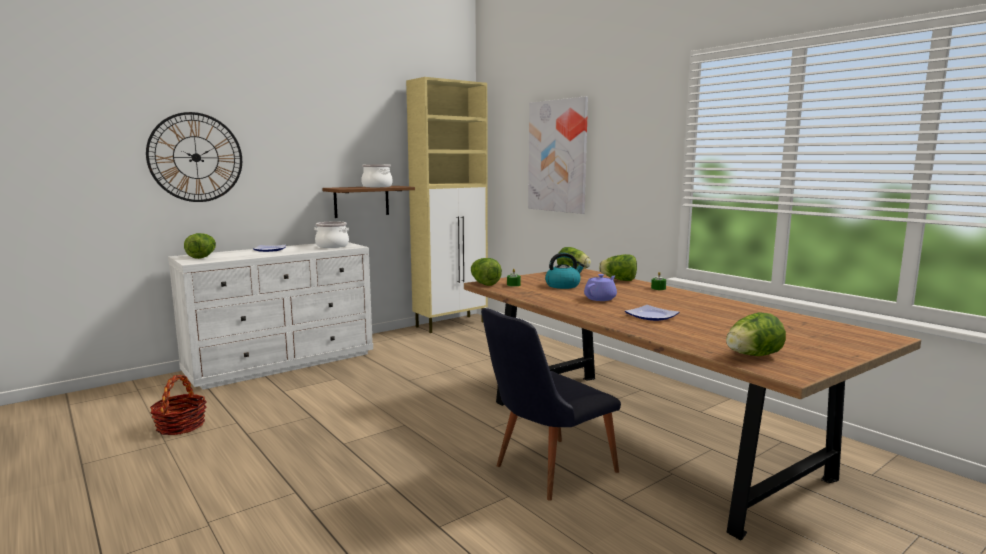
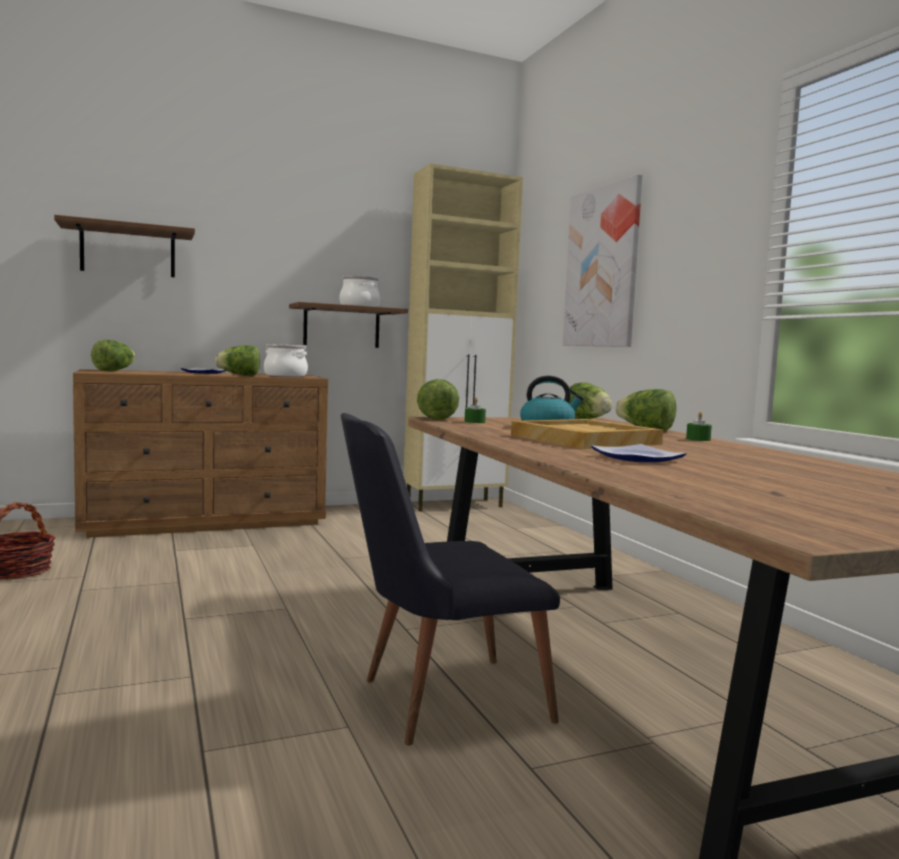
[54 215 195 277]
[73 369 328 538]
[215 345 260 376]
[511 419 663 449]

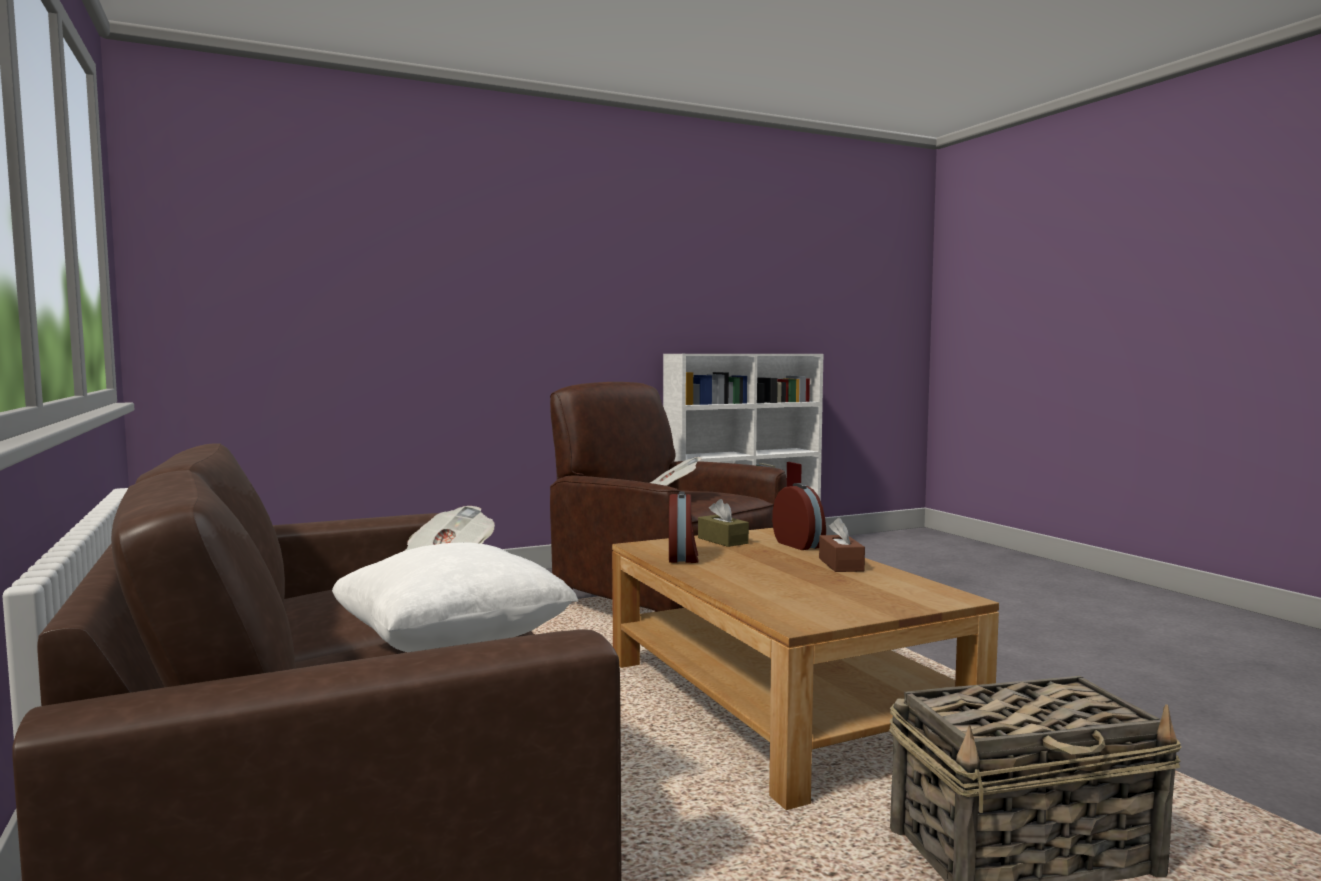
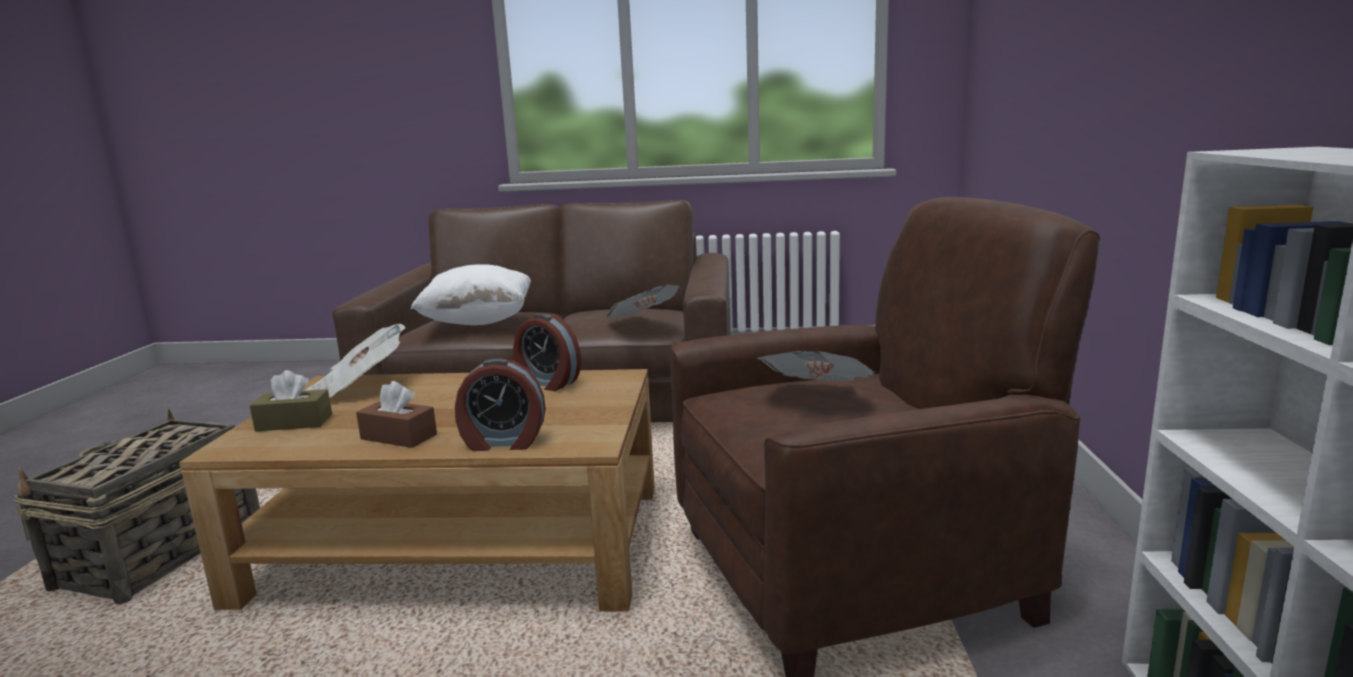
[250 370 332 432]
[306 324 406 398]

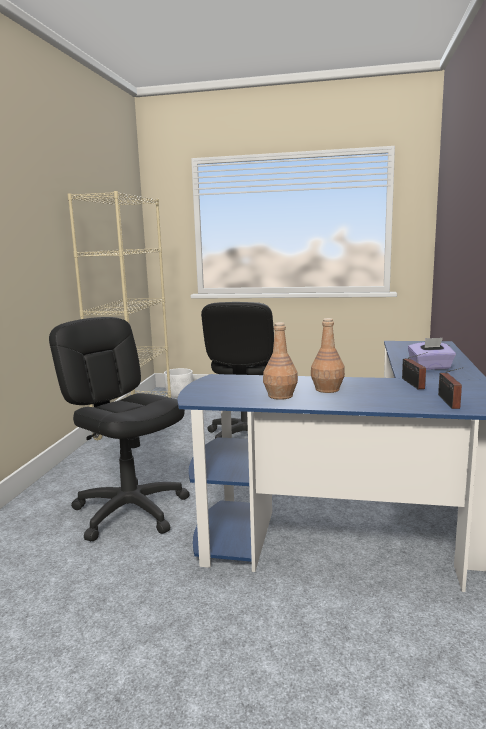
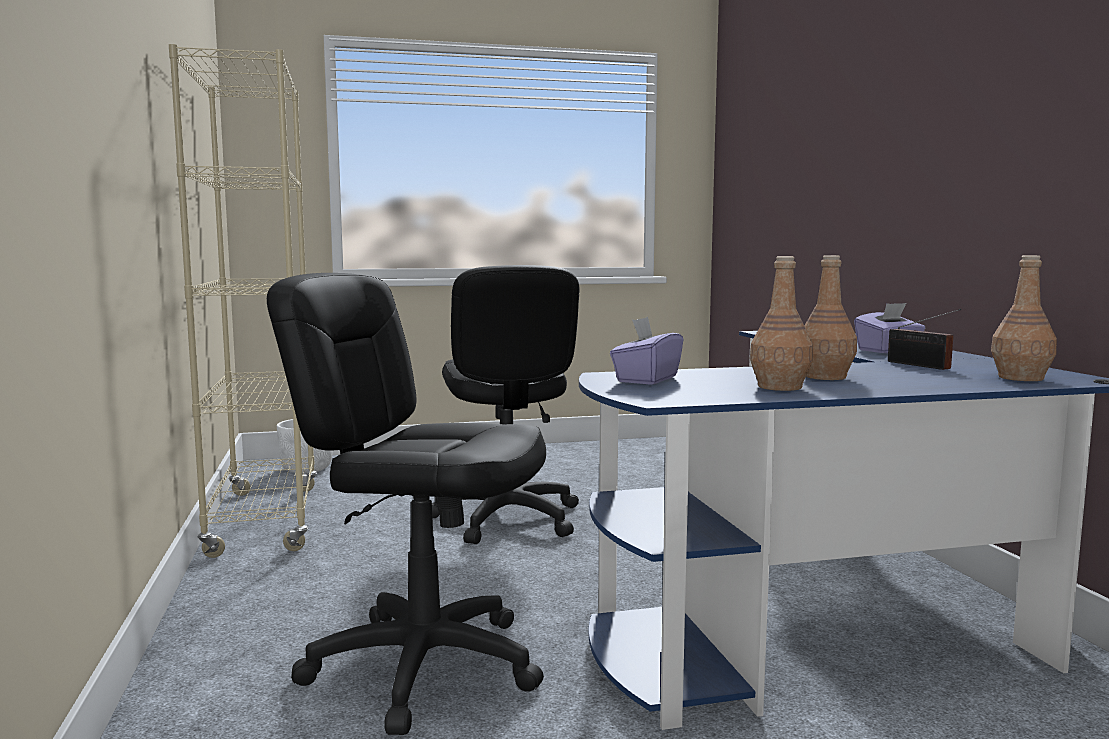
[610 317 684 385]
[991 255 1057 381]

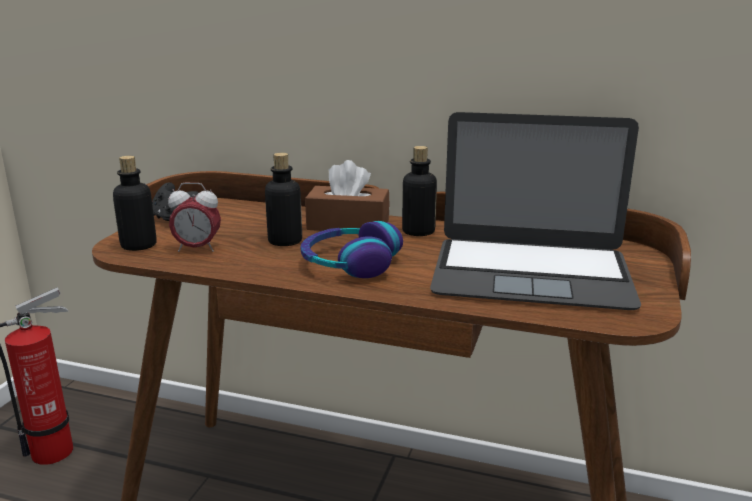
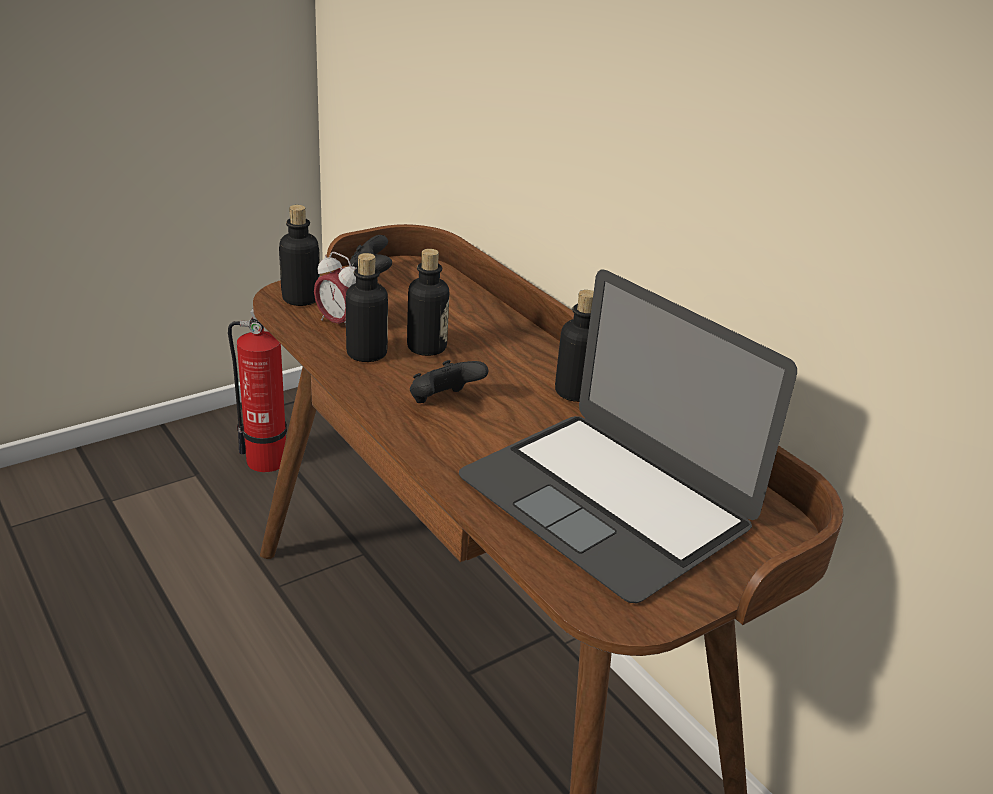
[346 253 388 362]
[410 360 488 403]
[305 160 390 231] (first image)

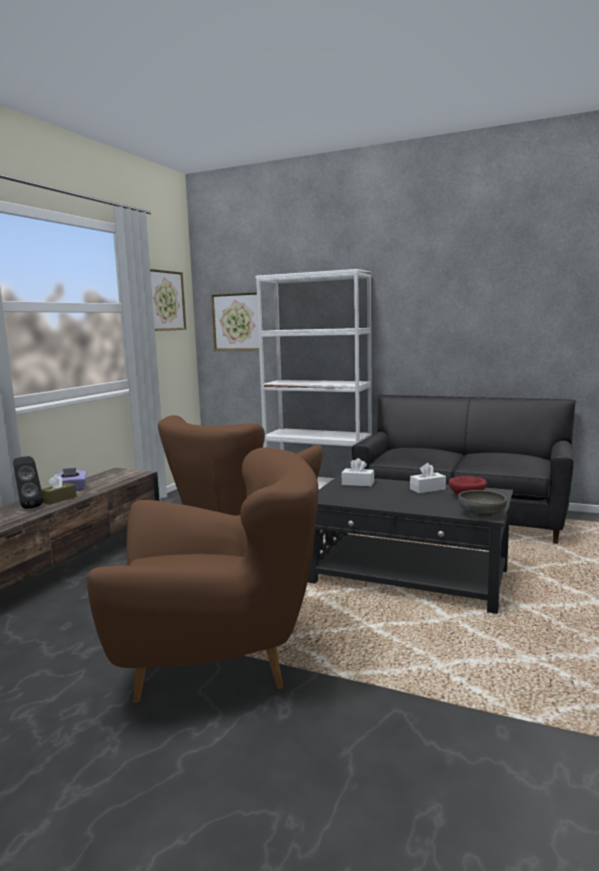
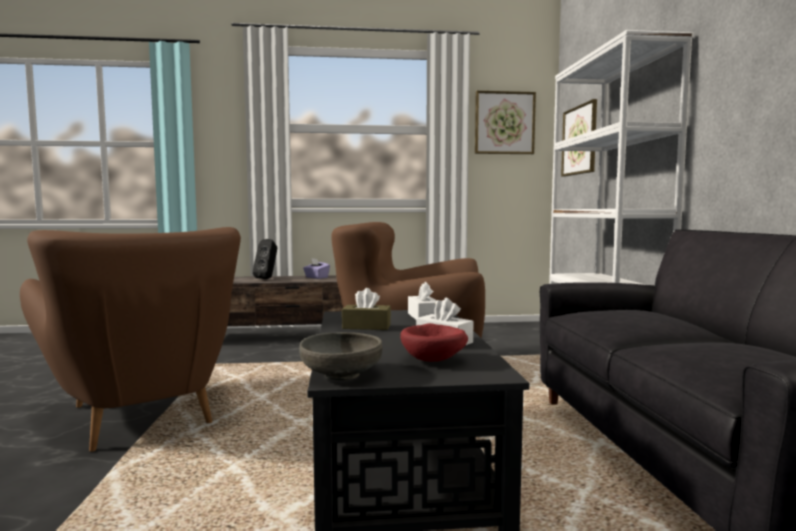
[342 288 391 330]

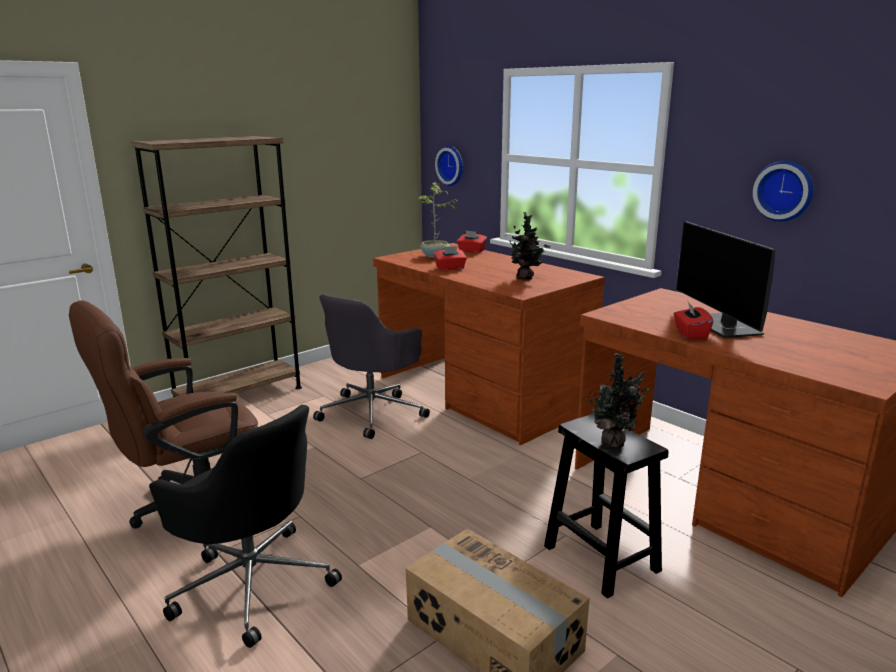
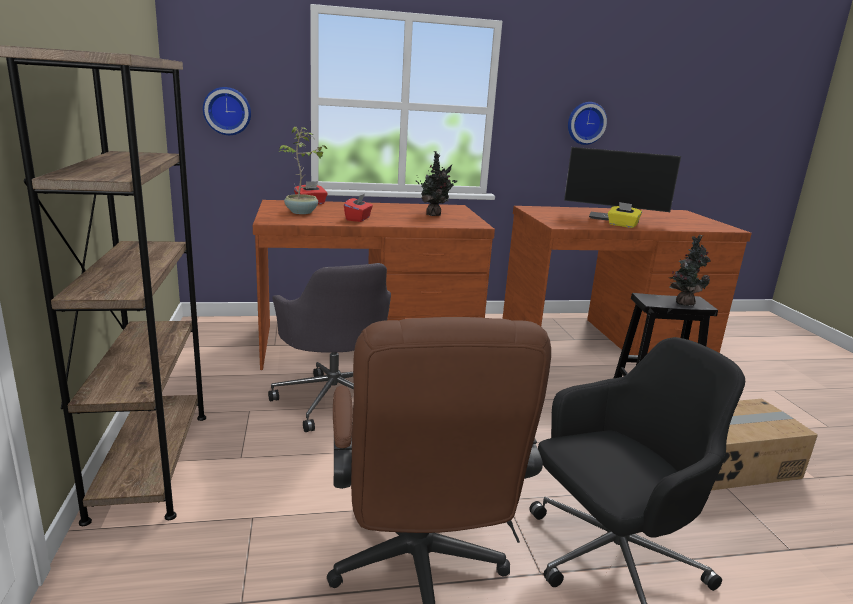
[608 202 642 228]

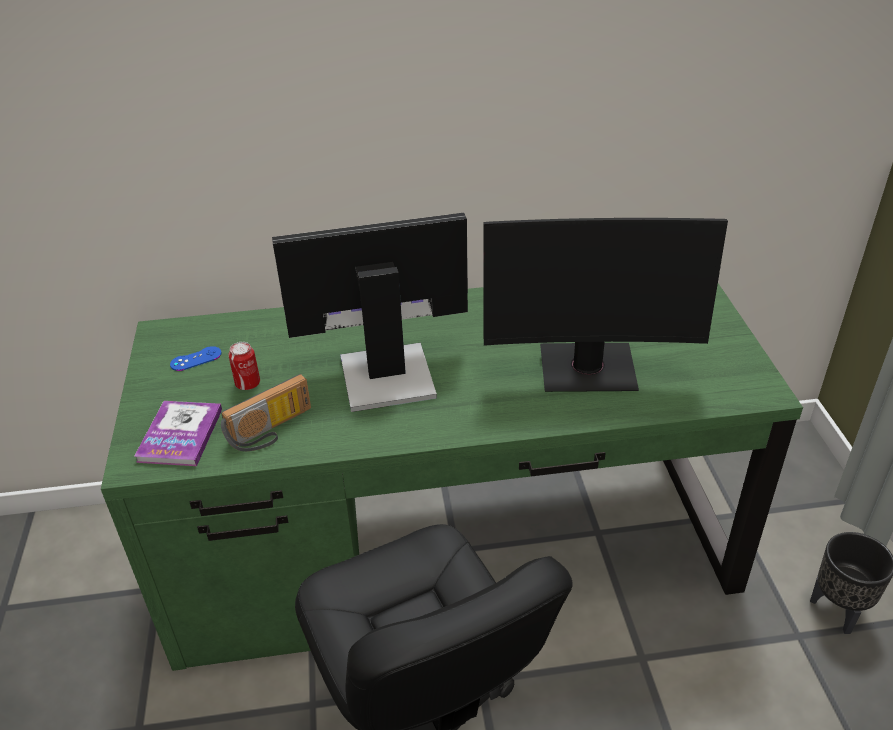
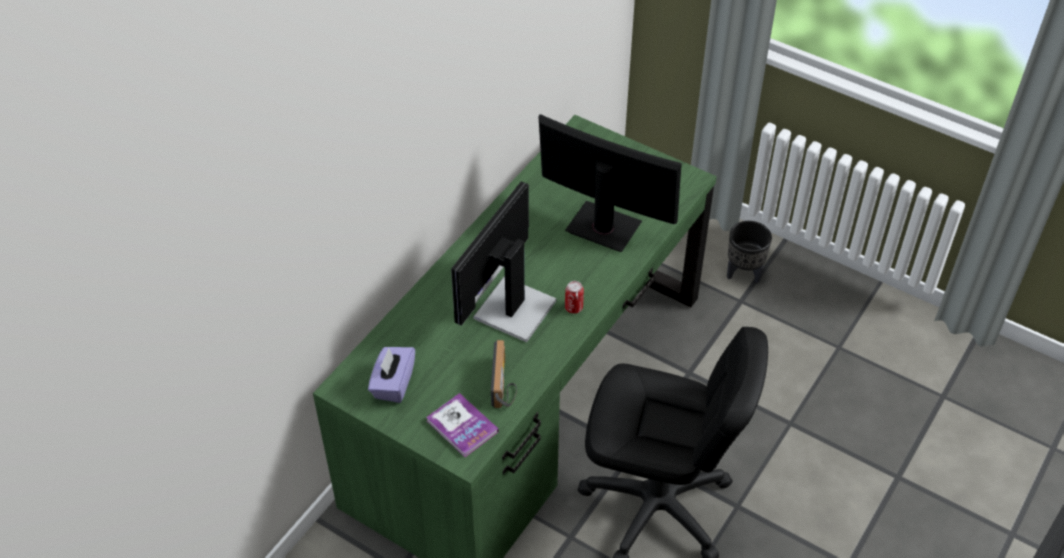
[368 347 415 403]
[538 114 682 252]
[565 281 584 314]

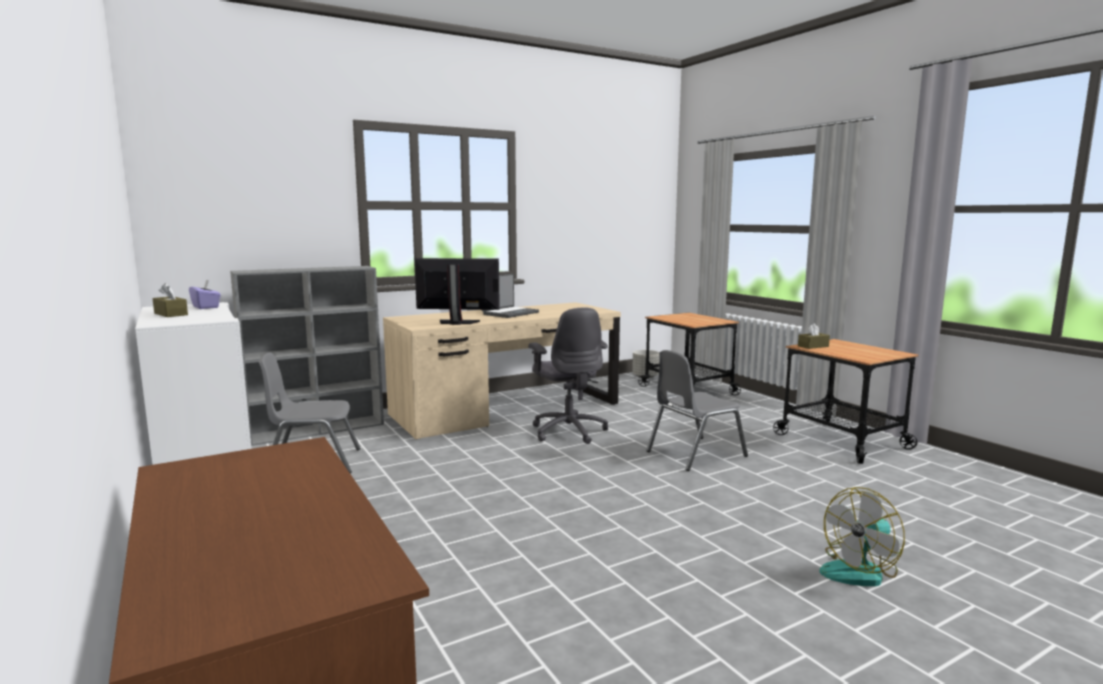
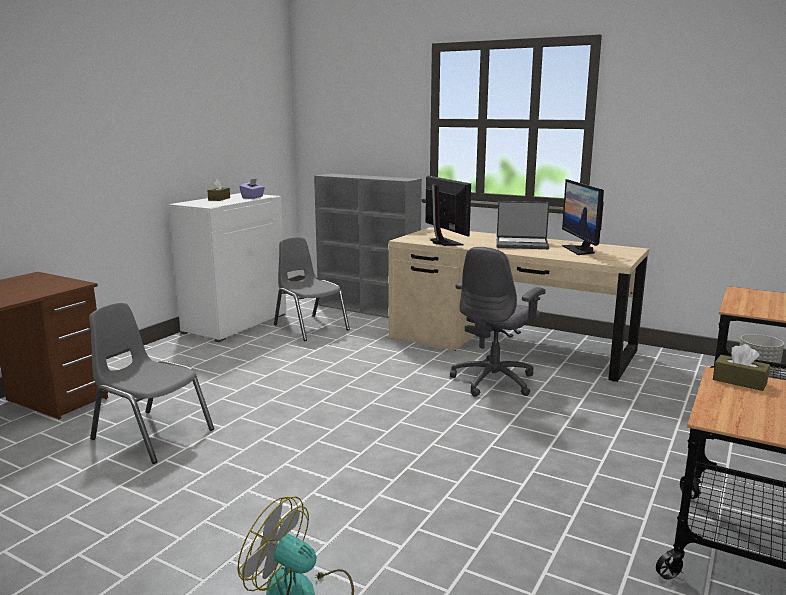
[89 303 214 464]
[562 179 604 255]

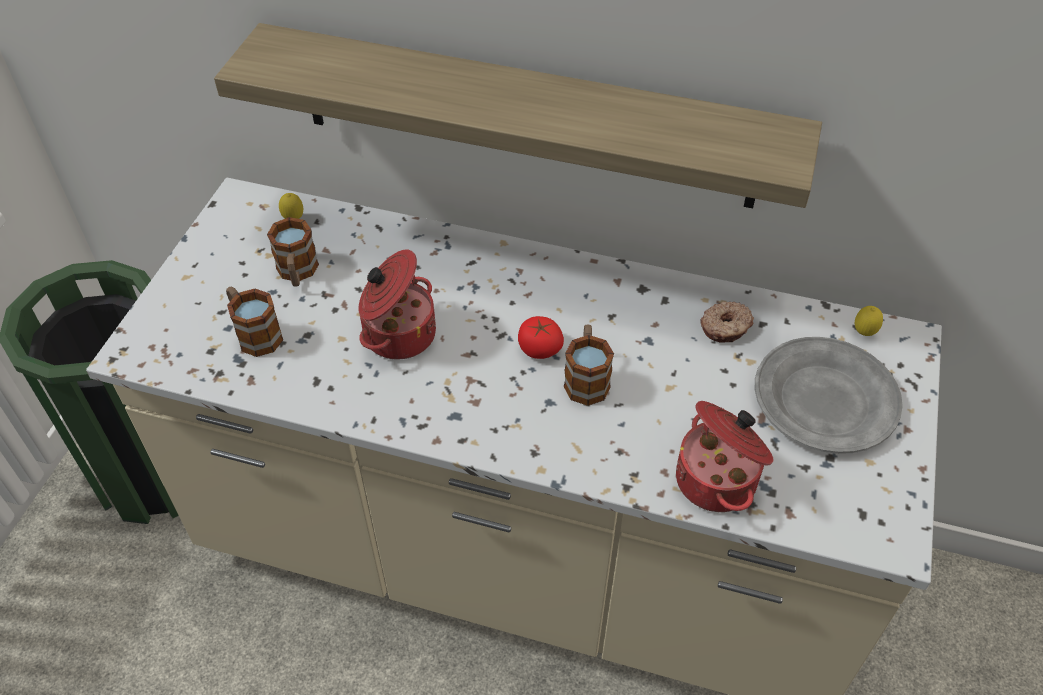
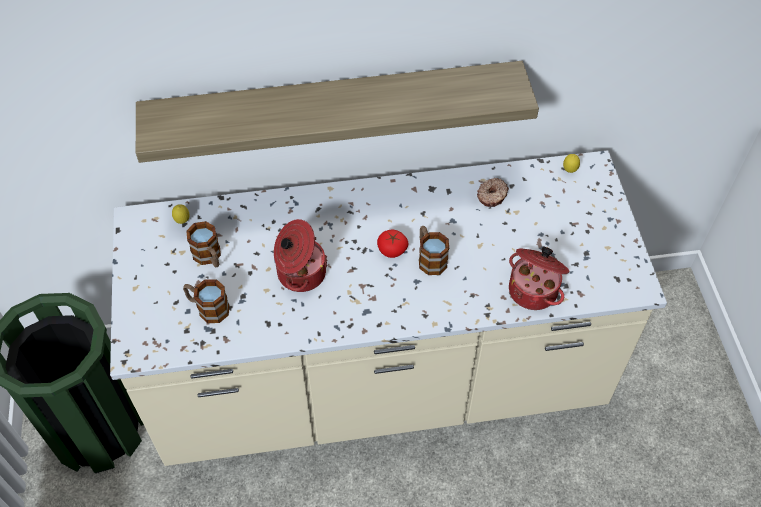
[755 337 903 454] (first image)

